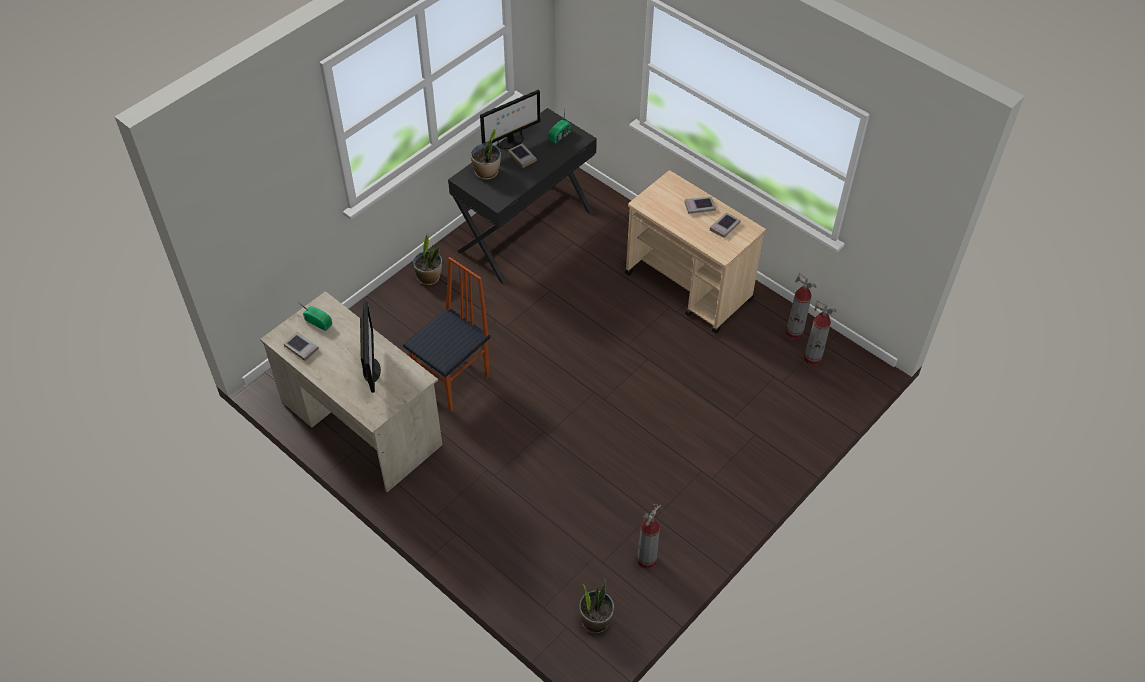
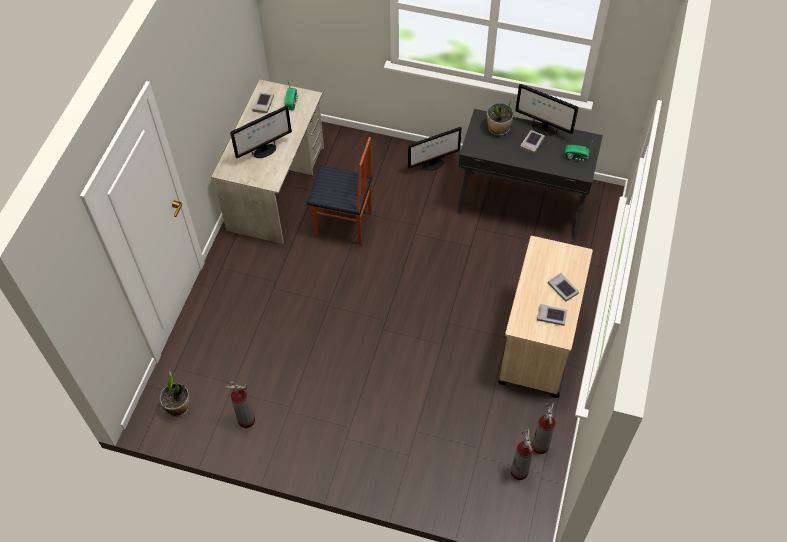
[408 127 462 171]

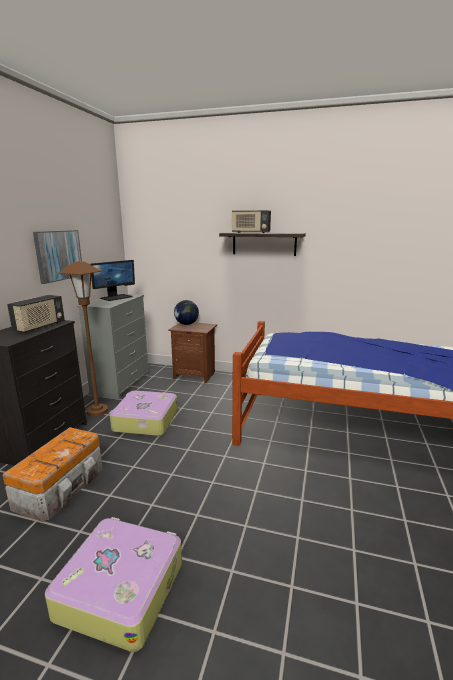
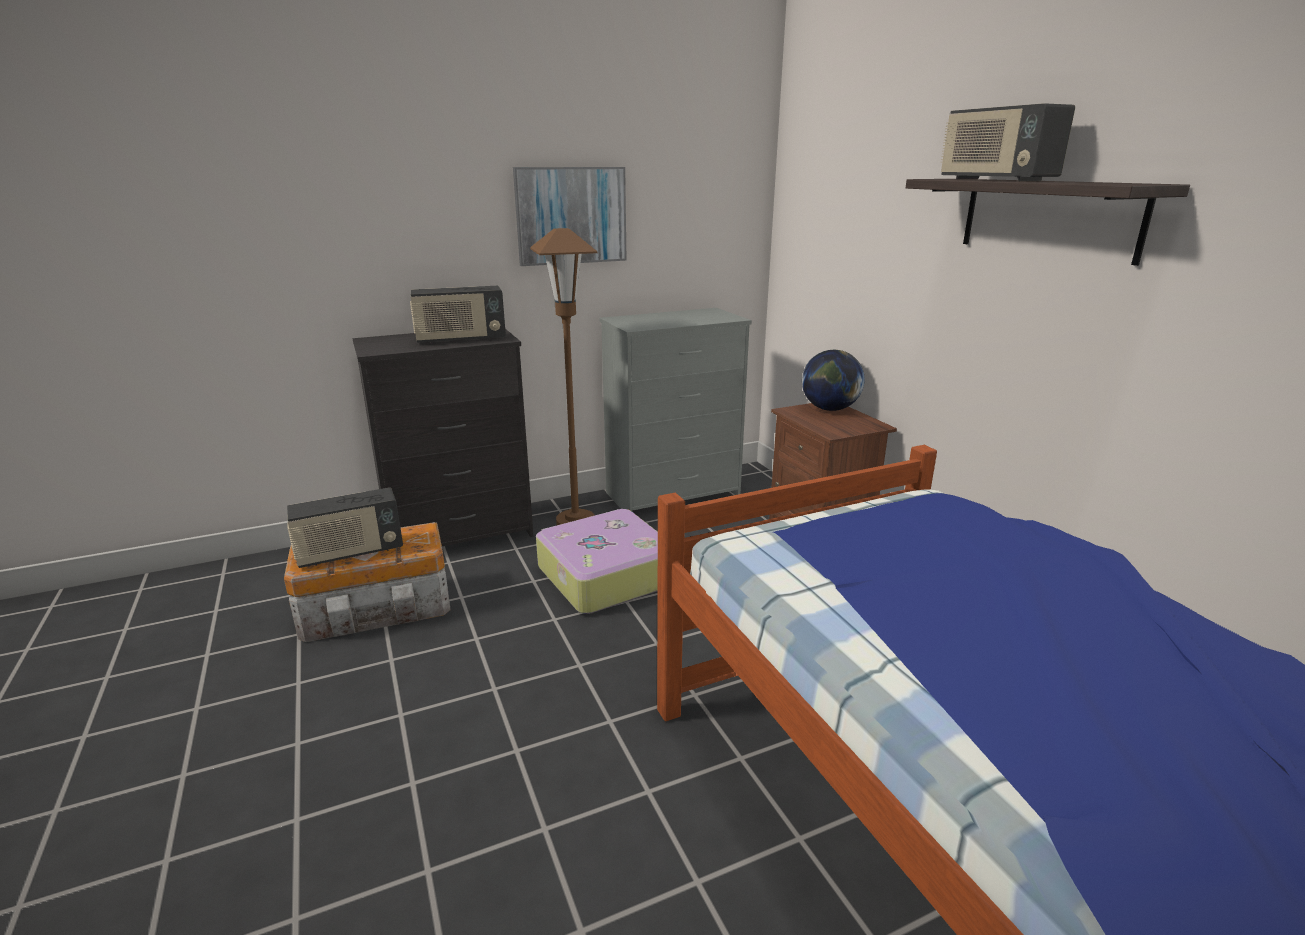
[287 487 403 568]
[45 517 182 652] (first image)
[90 260 135 301] (first image)

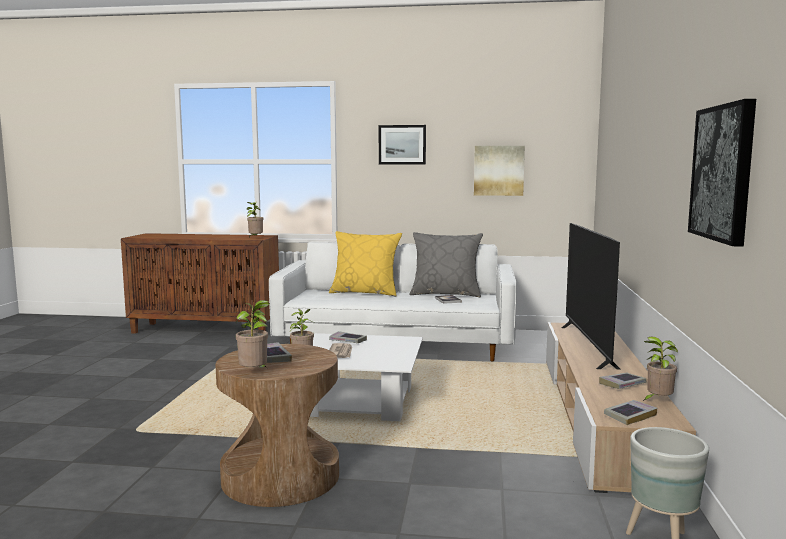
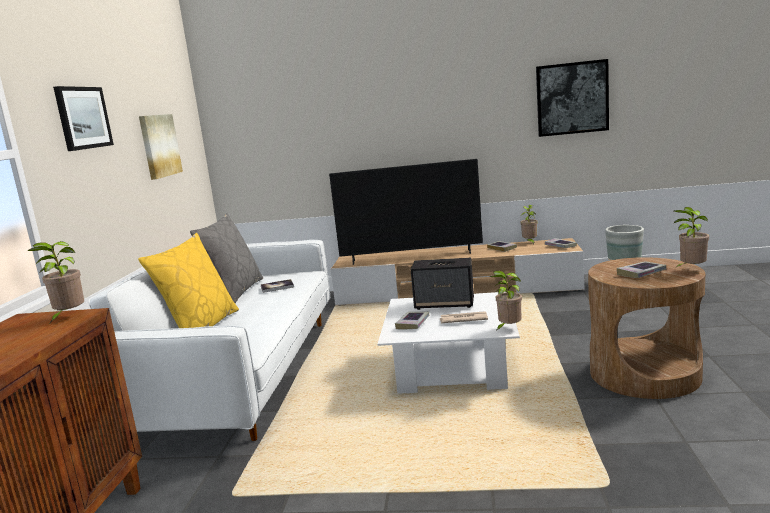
[411 258 474 310]

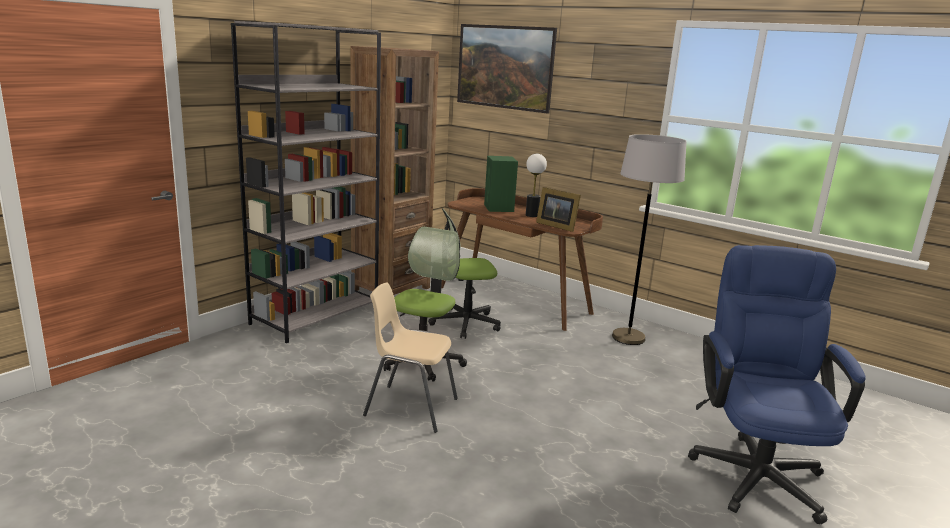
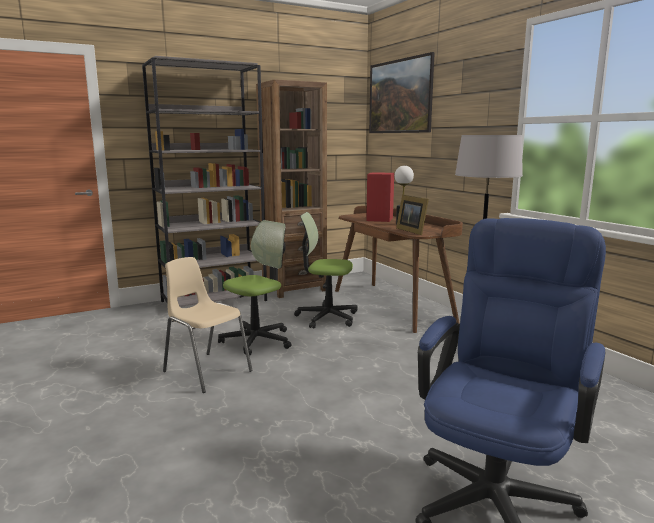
[366 172 394 222]

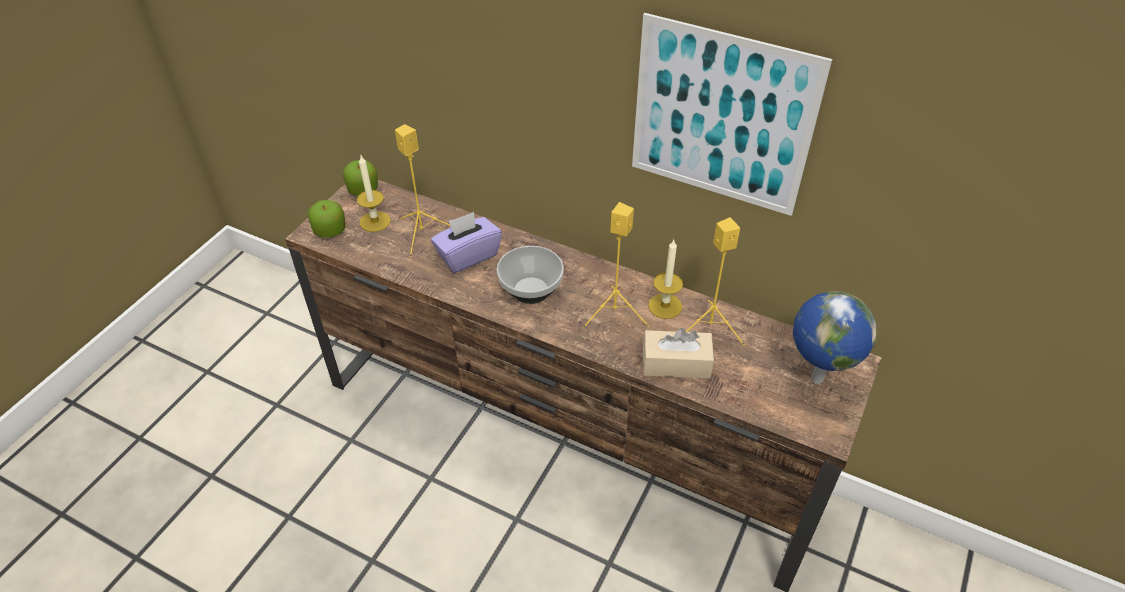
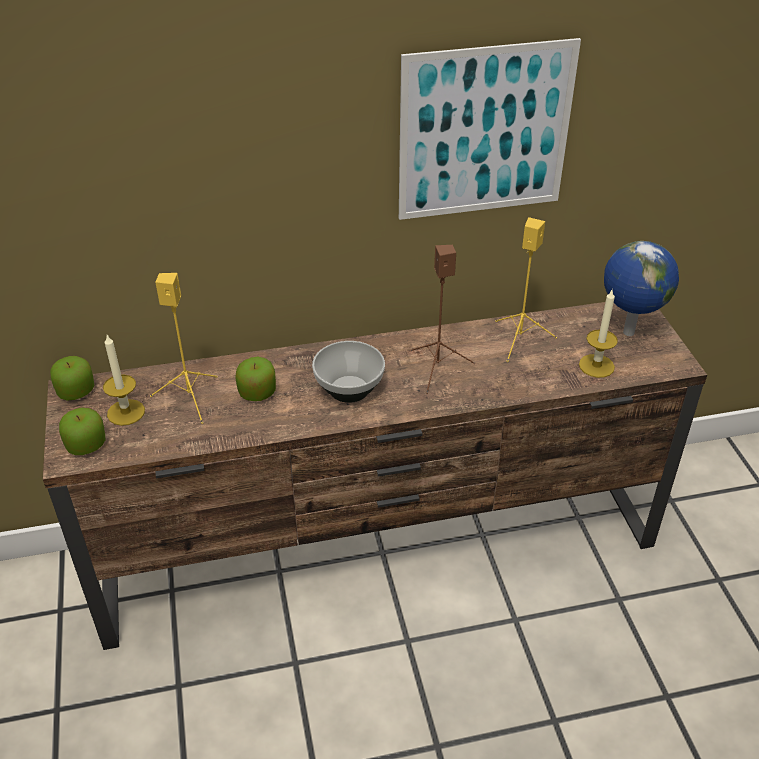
[235 357 276 401]
[411 245 475 394]
[579 290 618 378]
[643 328 714 379] (first image)

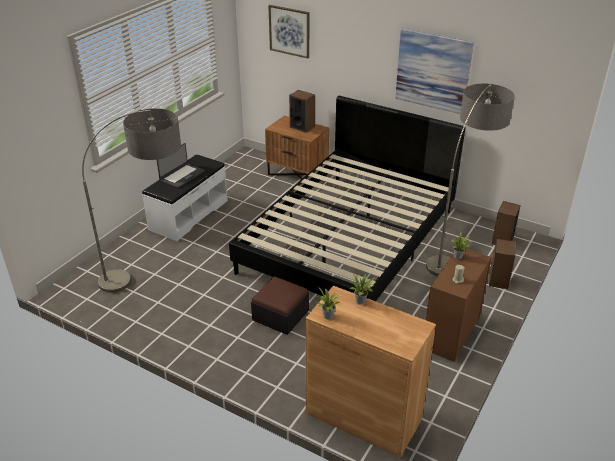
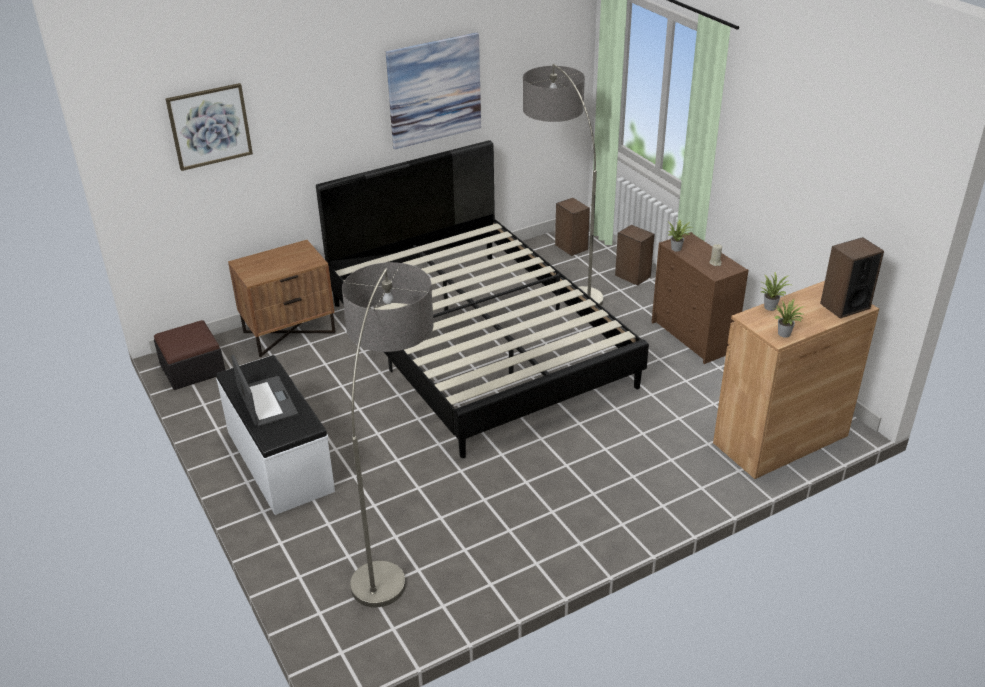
[154 320 225 390]
[820 237 884 318]

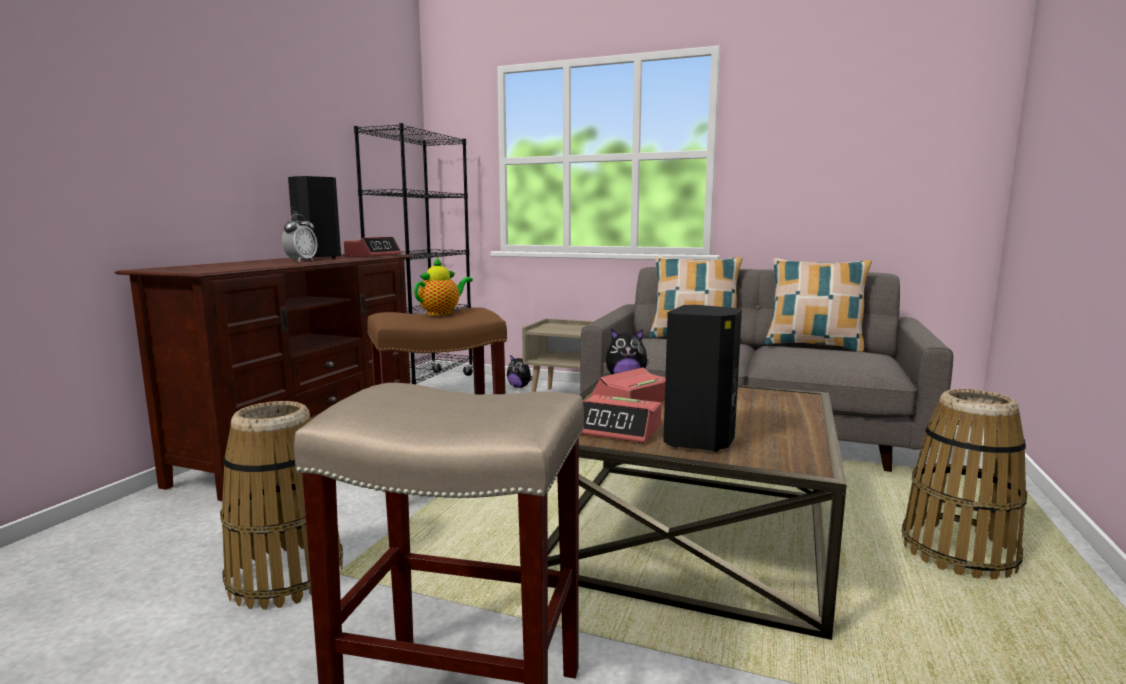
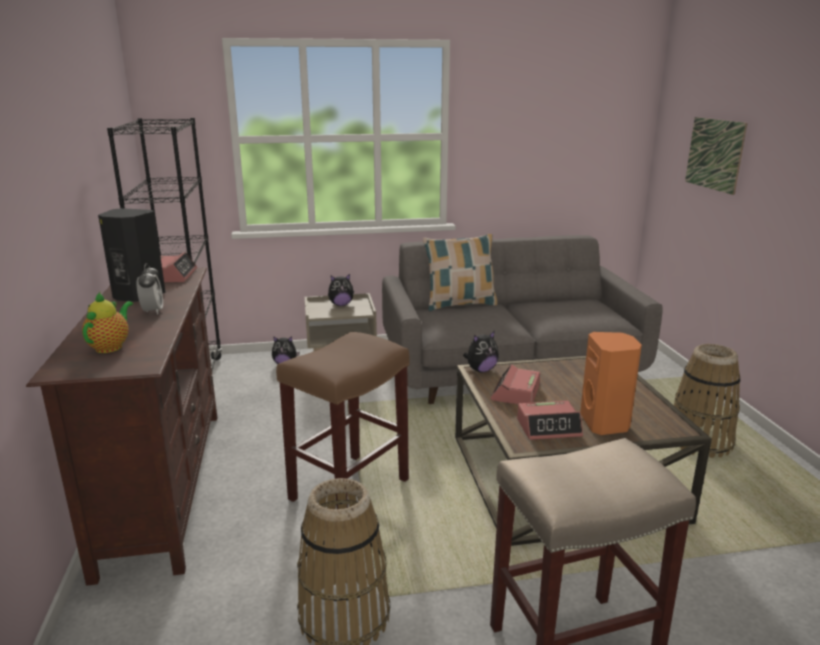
[82 292 133 353]
[328 274 354 306]
[580 332 642 435]
[685 117 748 195]
[765 258 872 352] (first image)

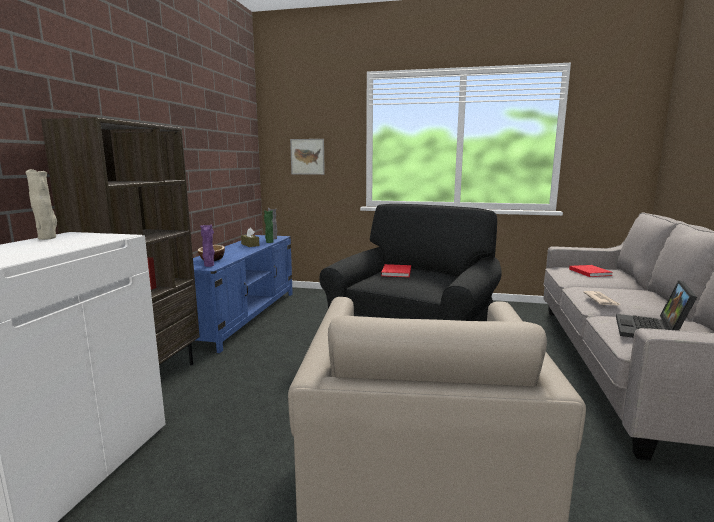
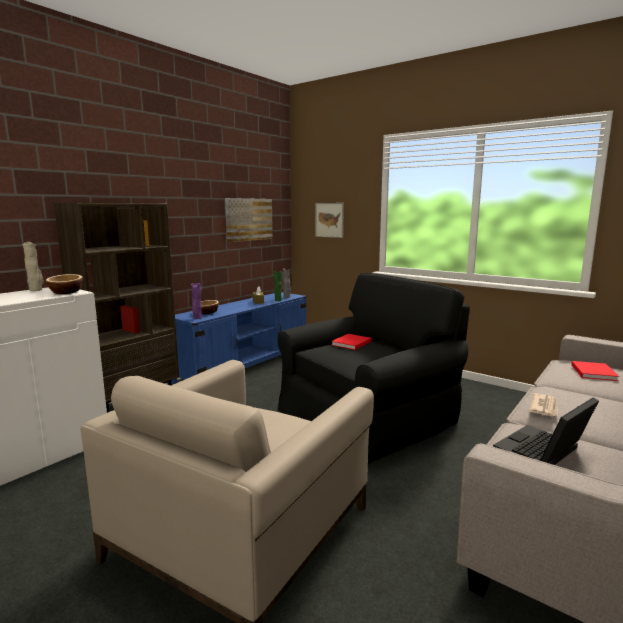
[46 274 83 294]
[225 198 273 242]

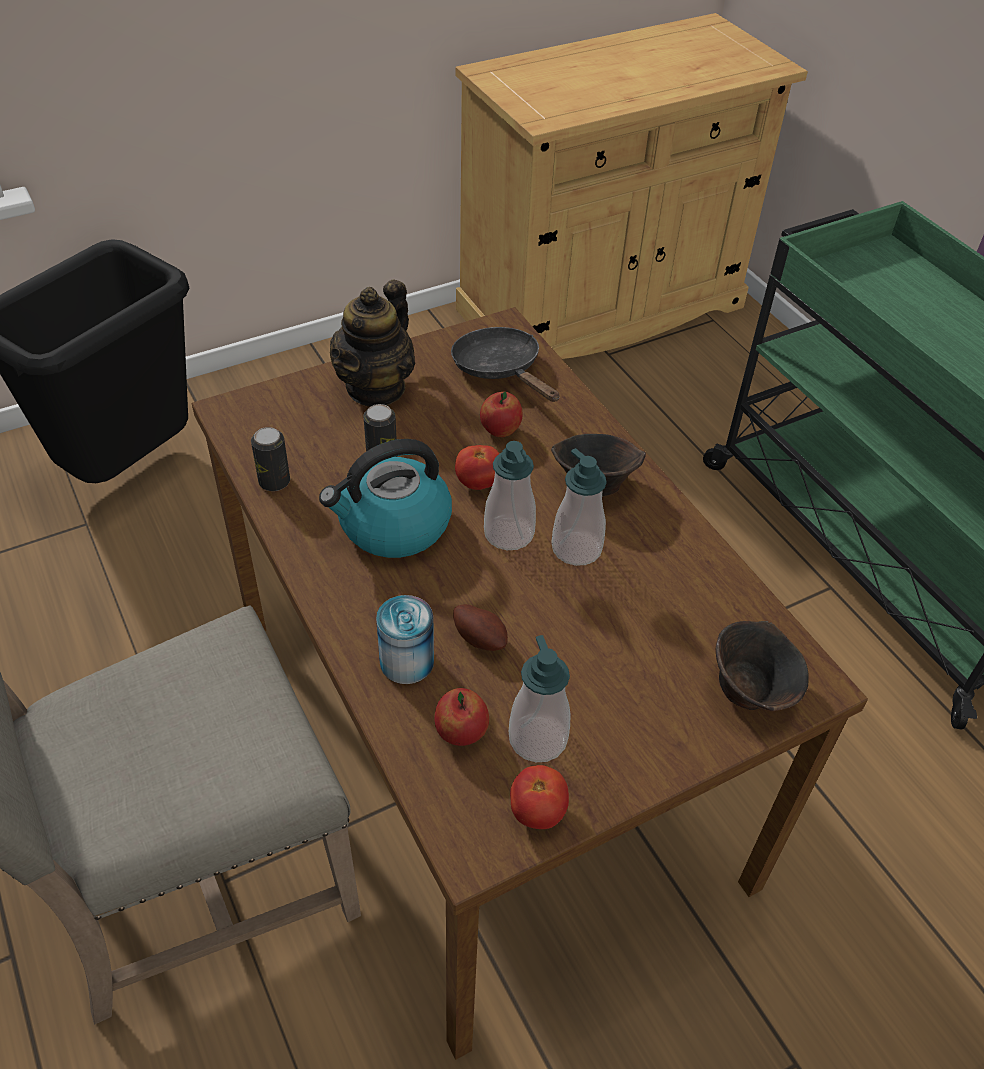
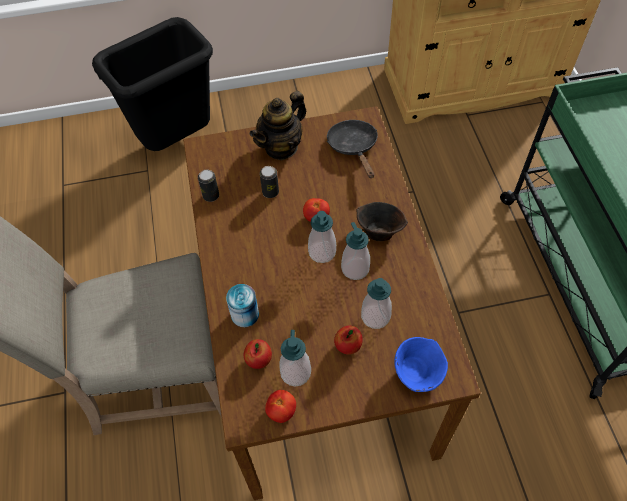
[334 326 363 355]
[361 278 392 329]
[394 337 448 392]
[319 439 452 558] (first image)
[453 604 508 651] (first image)

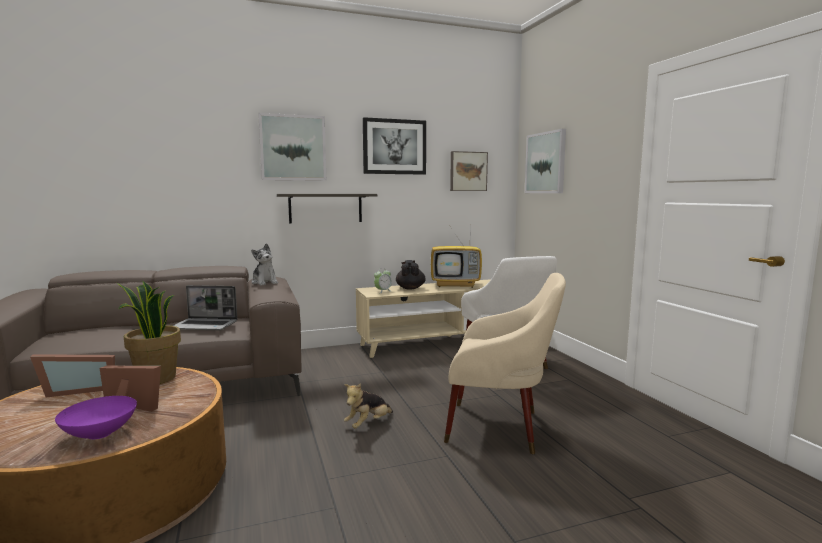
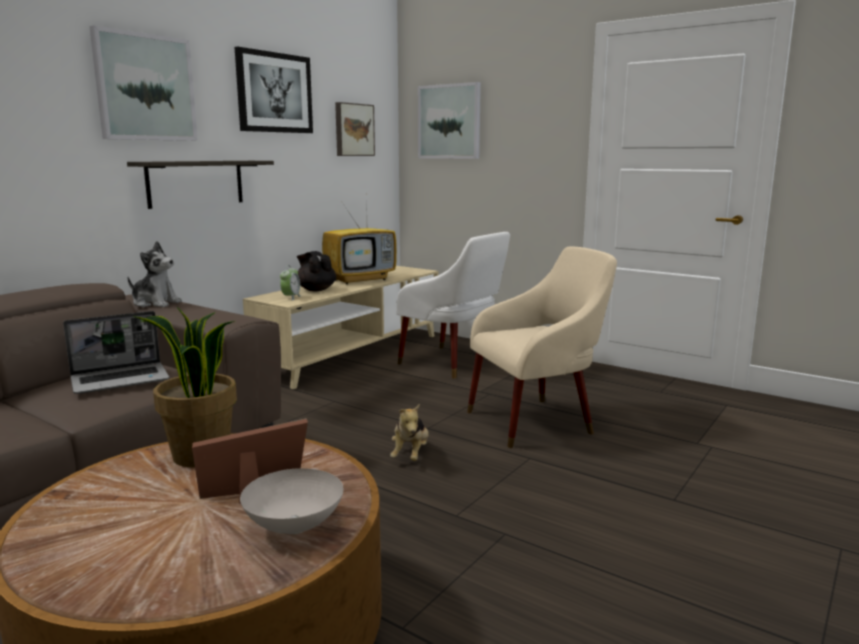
[240 468 344 534]
[30 354 115 397] (first image)

